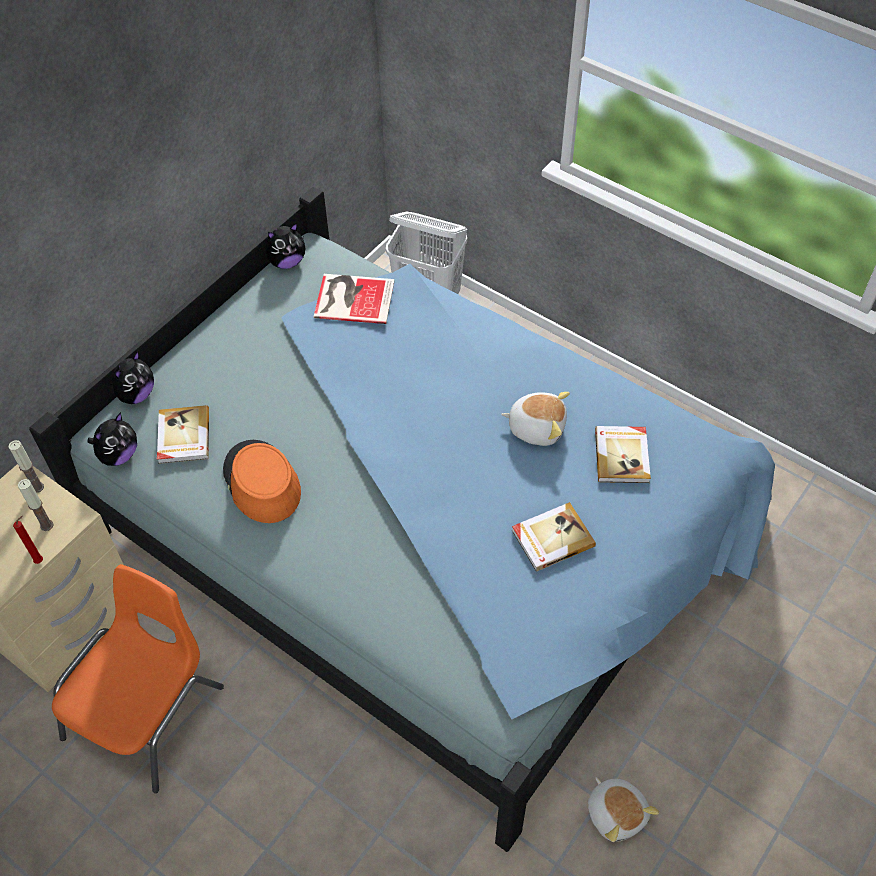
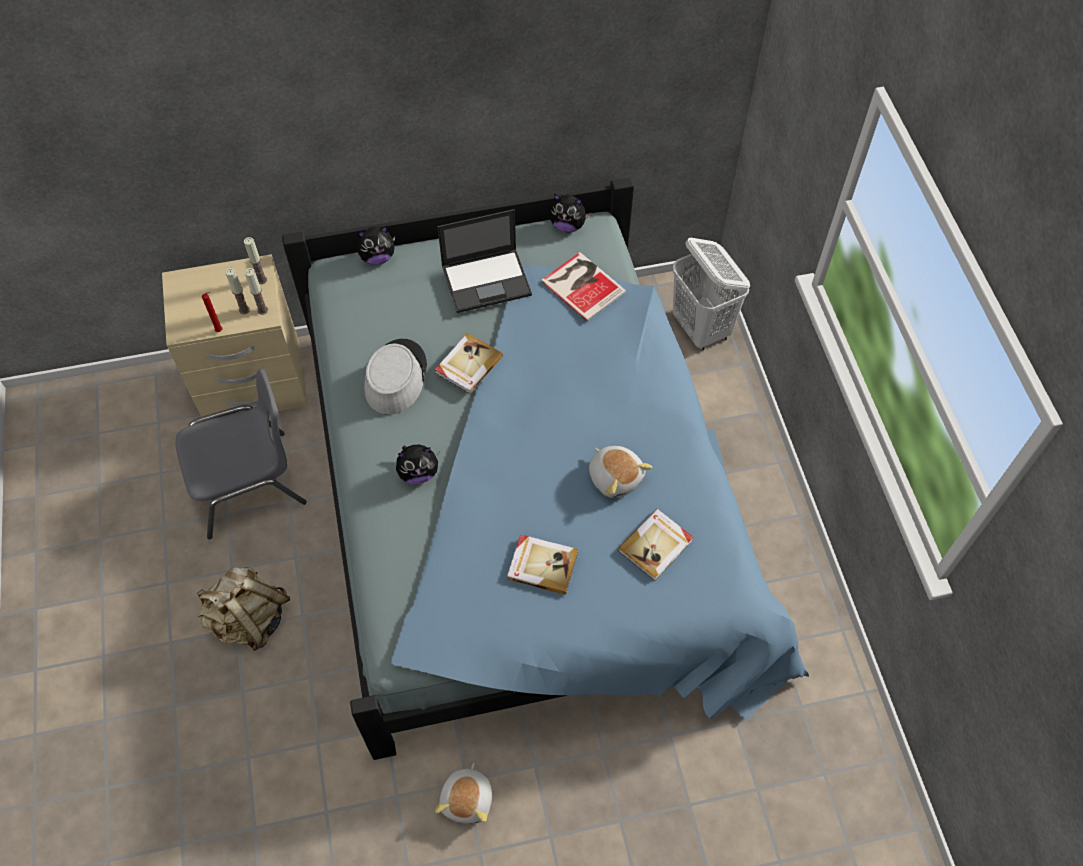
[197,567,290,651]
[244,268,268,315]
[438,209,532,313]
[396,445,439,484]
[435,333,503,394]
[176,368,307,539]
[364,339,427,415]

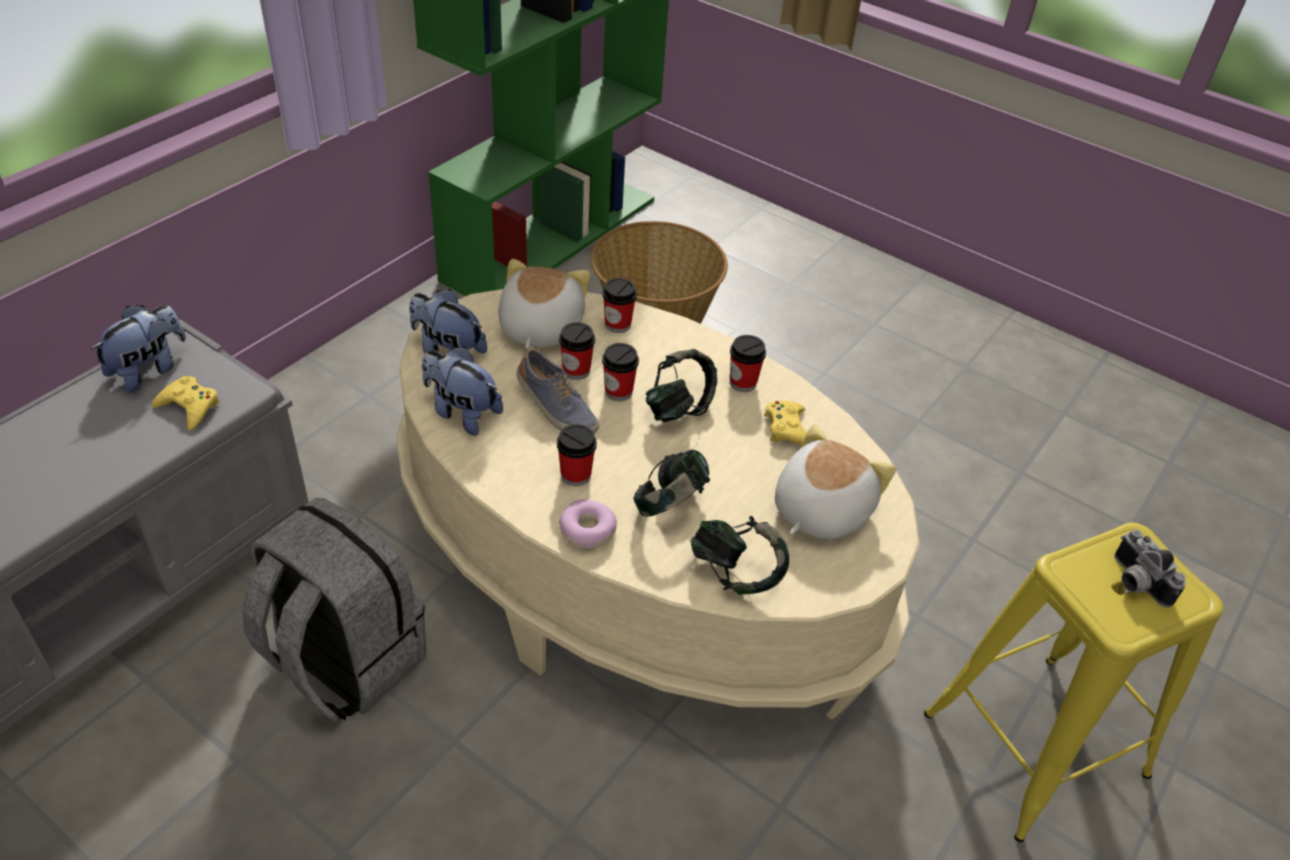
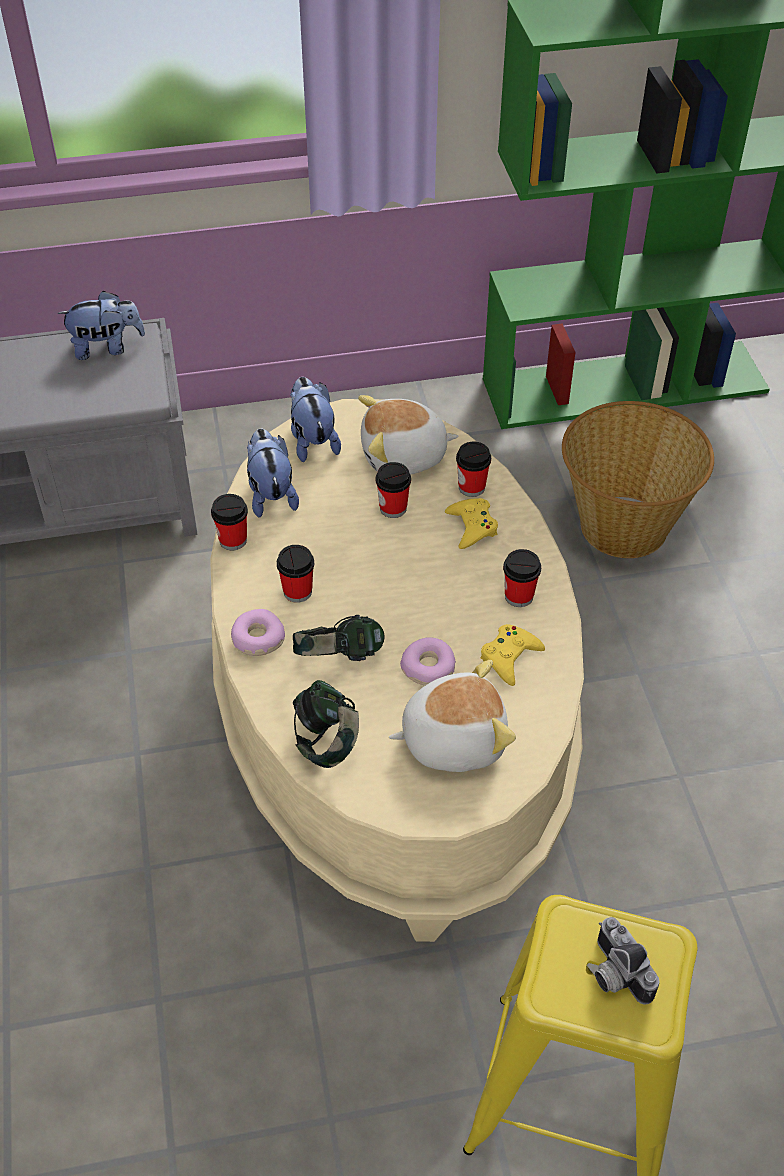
[242,498,426,721] (first image)
[516,349,599,434] (first image)
[646,349,717,422] (first image)
[400,637,456,686]
[445,498,498,549]
[211,494,248,551]
[358,395,459,475]
[595,917,659,1005]

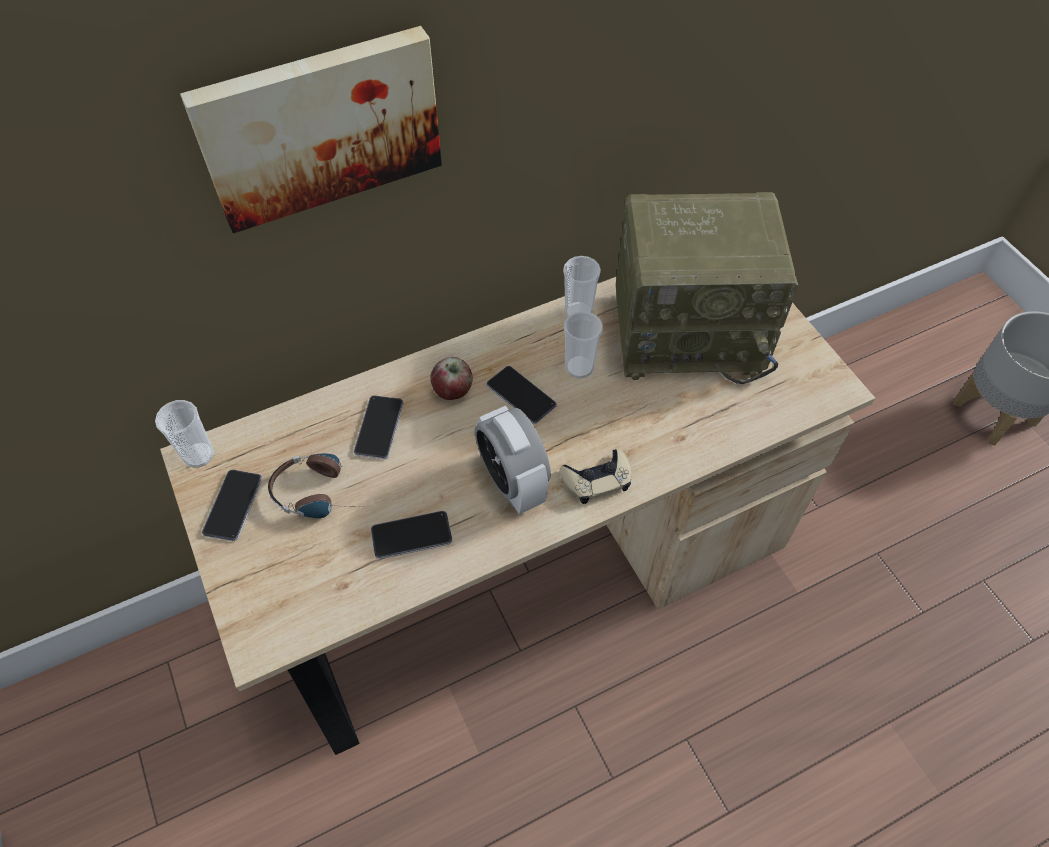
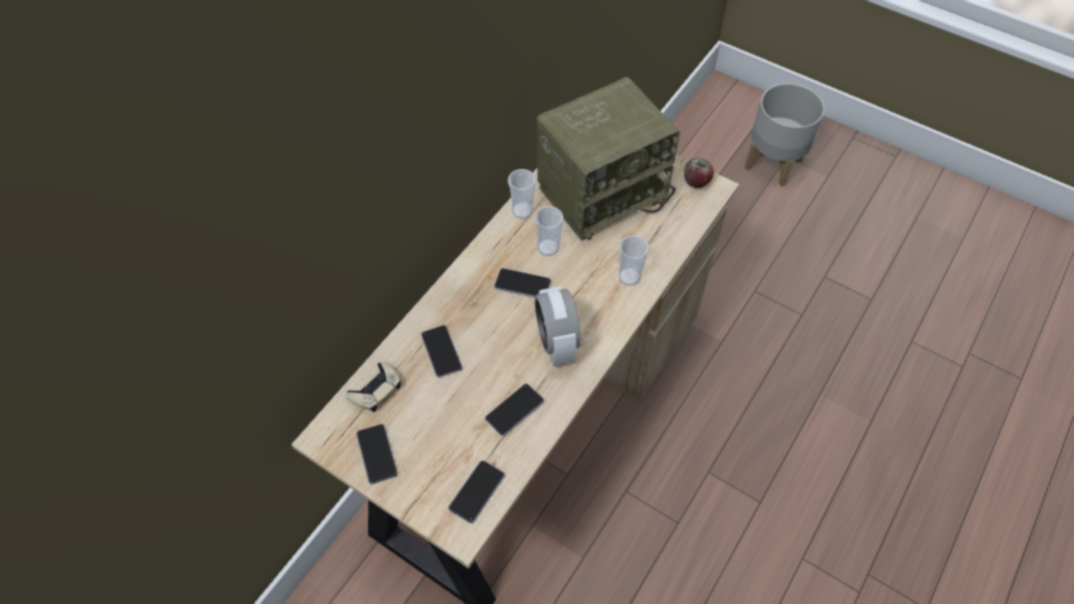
[180,26,442,233] (first image)
[268,454,359,518] (first image)
[448,461,505,523]
[619,235,649,286]
[684,158,714,188]
[346,362,401,412]
[535,286,580,367]

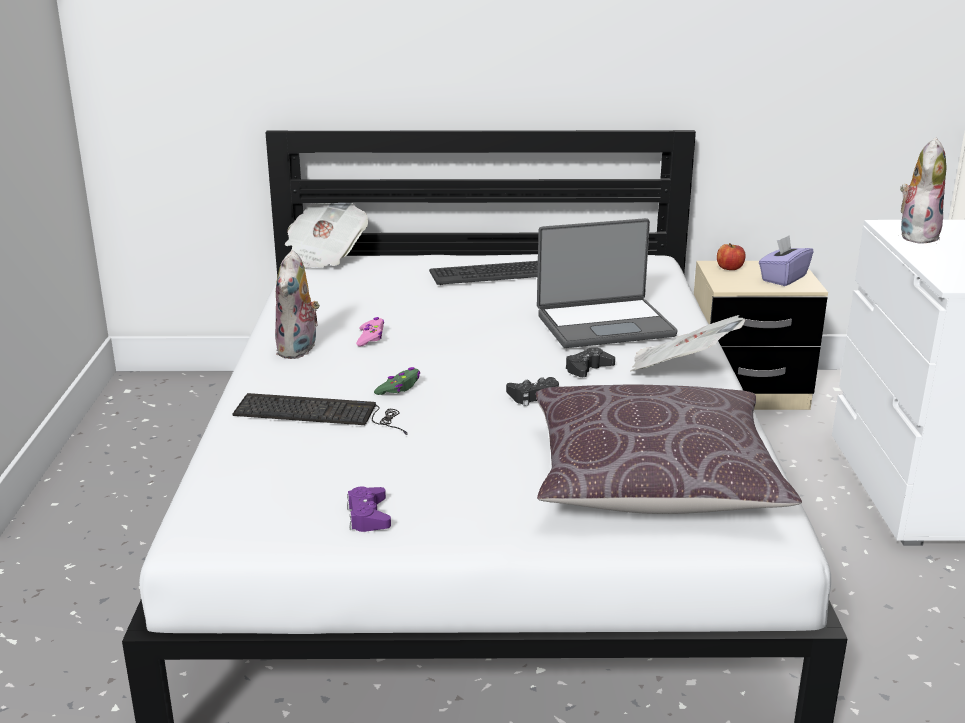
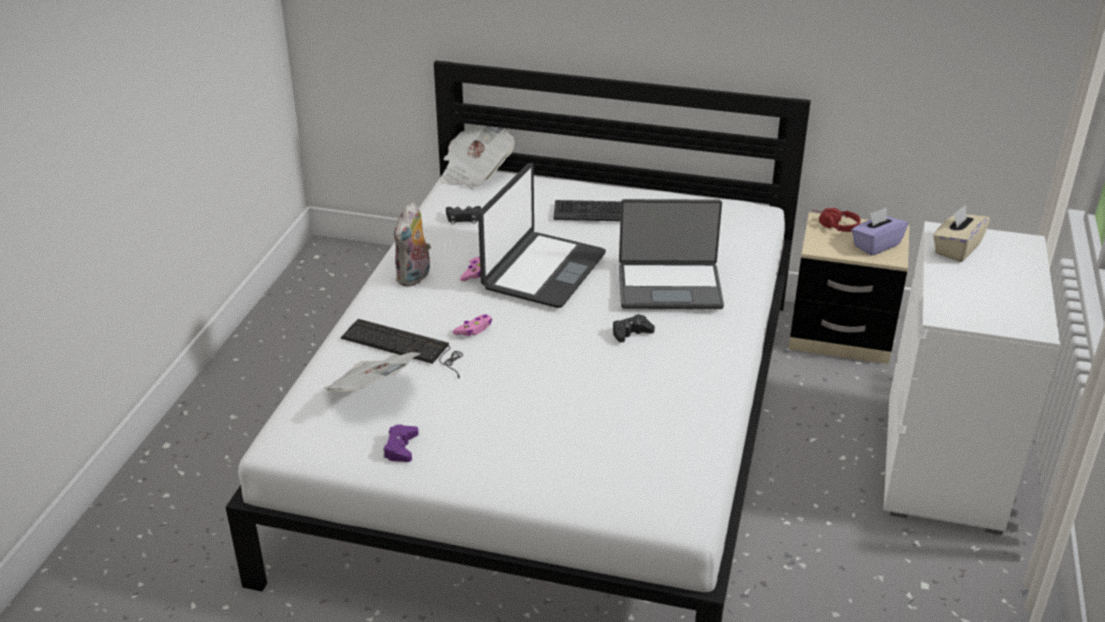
[536,385,802,514] (first image)
[478,163,606,308]
[446,206,481,224]
[323,352,421,392]
[813,208,860,232]
[933,204,990,262]
[452,314,492,336]

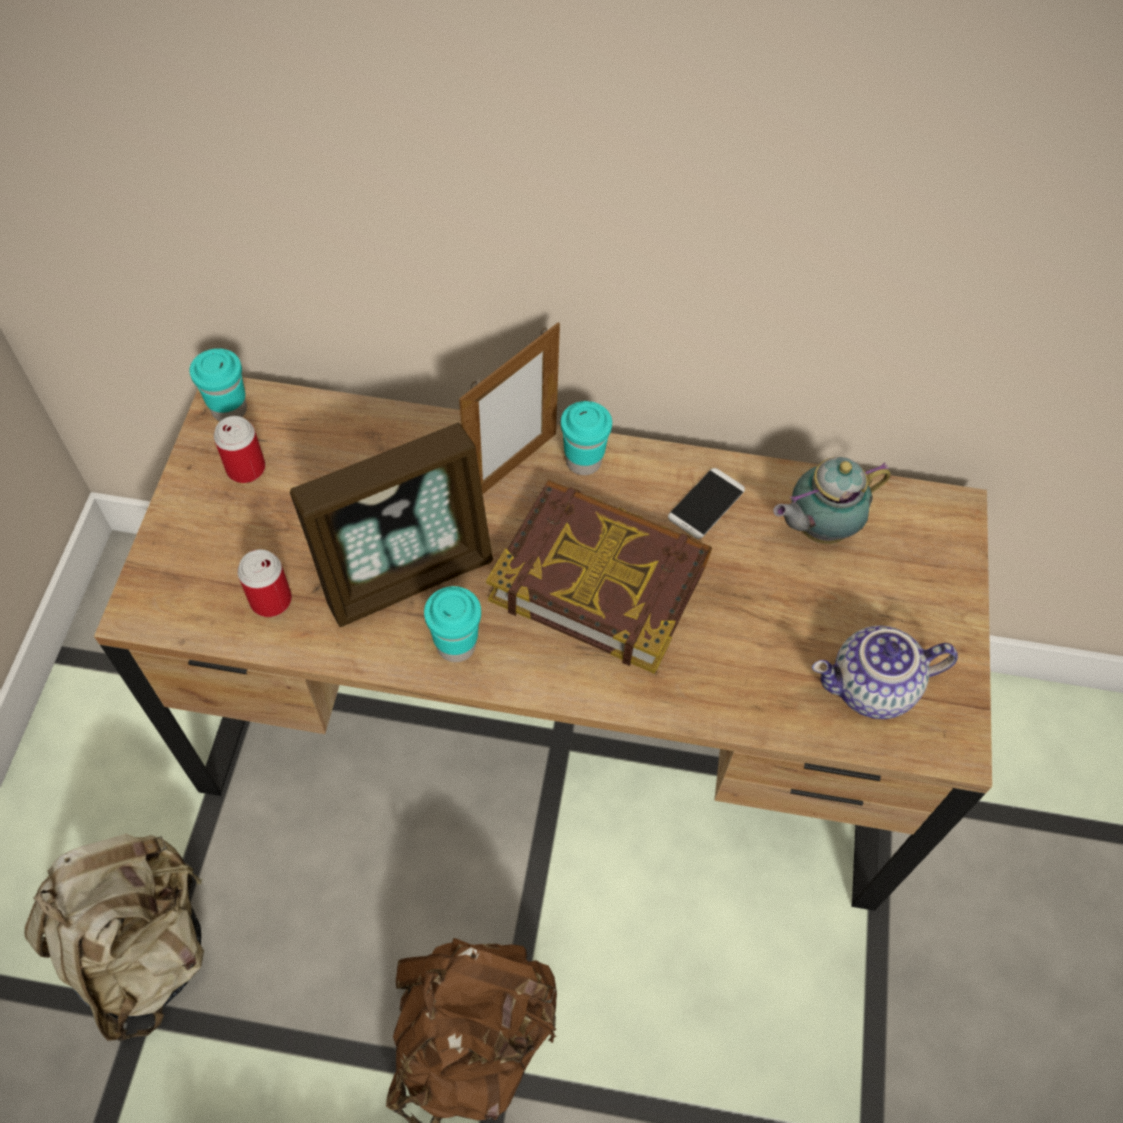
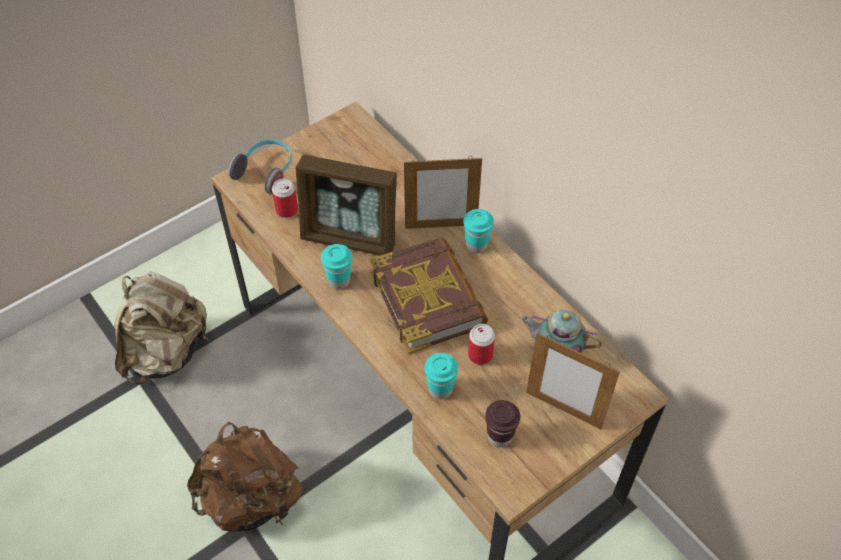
[668,468,745,539] (first image)
[228,140,292,195]
[526,333,620,429]
[424,353,458,399]
[468,324,495,365]
[485,400,520,447]

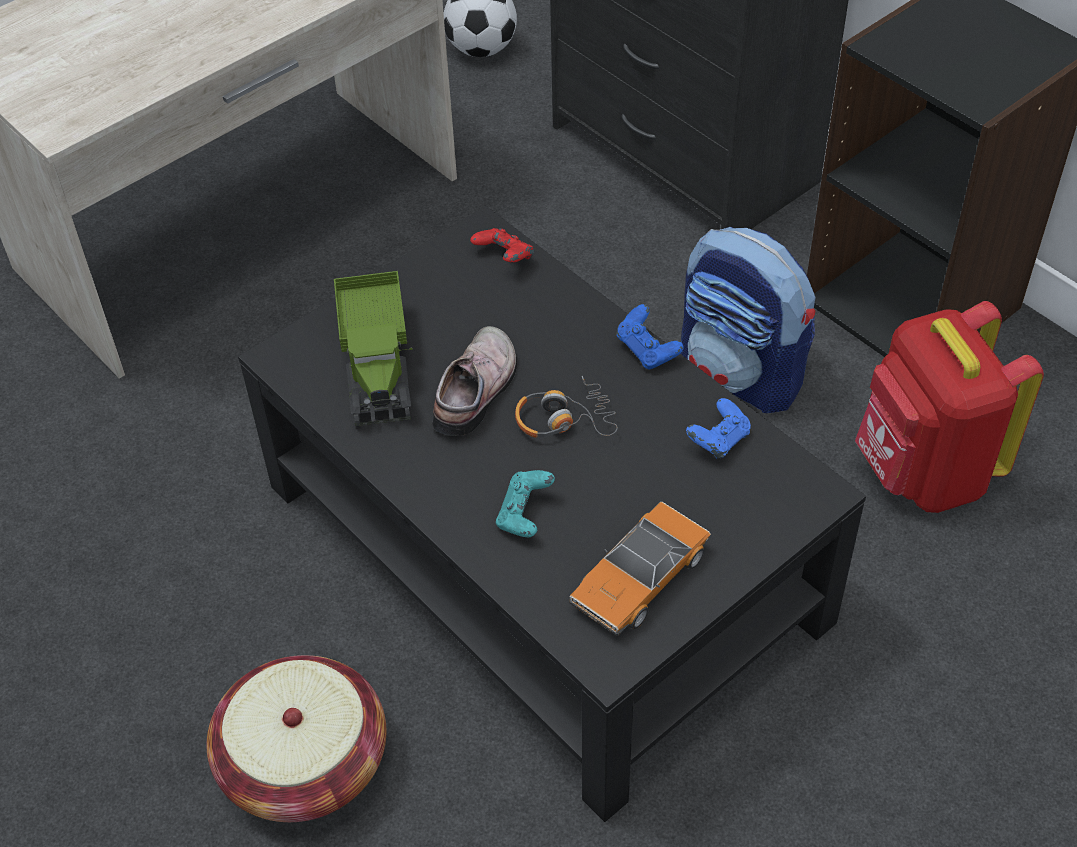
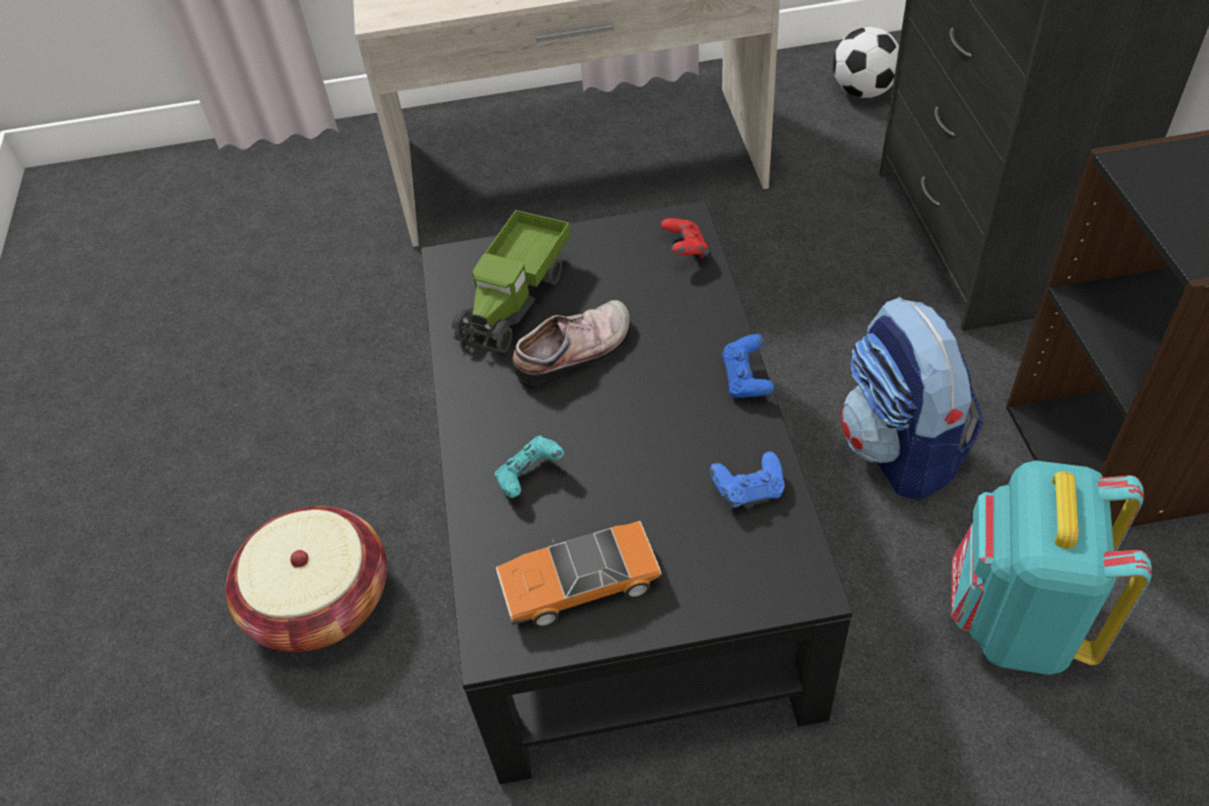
[515,376,618,438] (first image)
[951,460,1152,675]

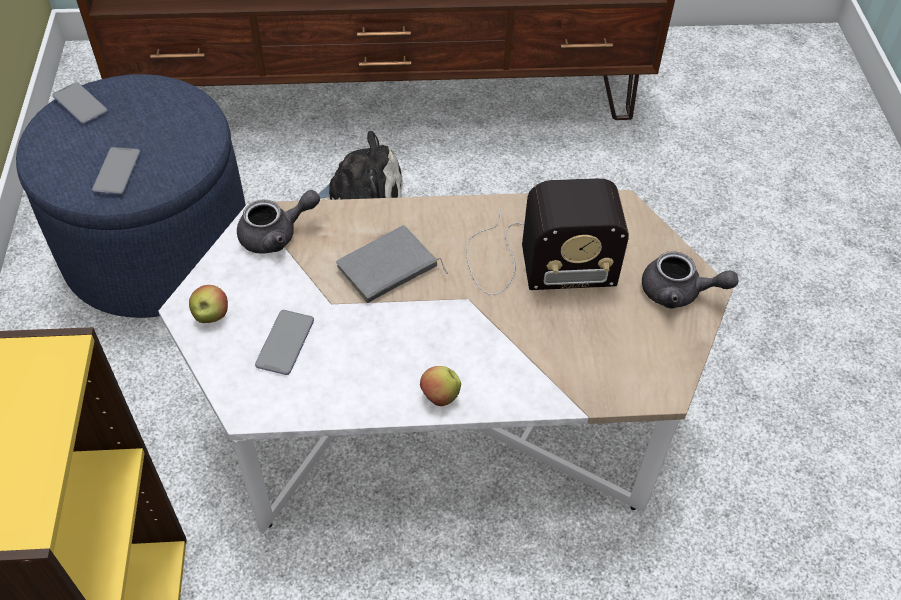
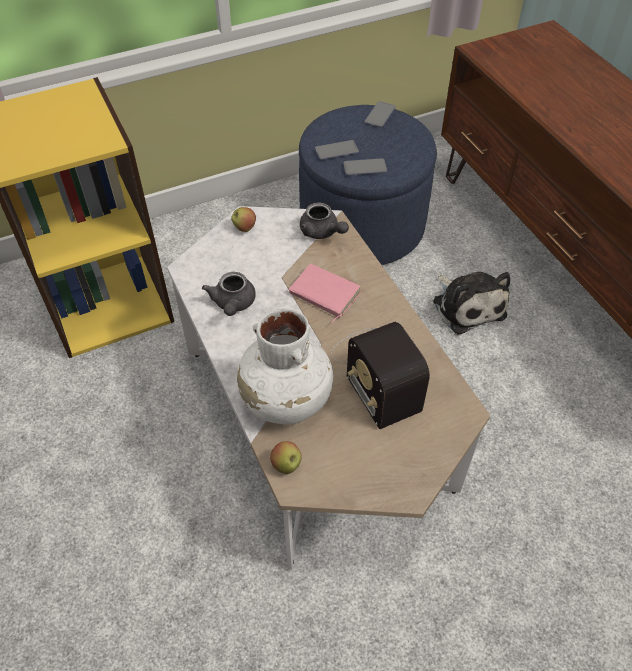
[237,309,333,425]
[343,158,387,175]
[270,441,302,474]
[202,272,256,316]
[289,264,361,323]

